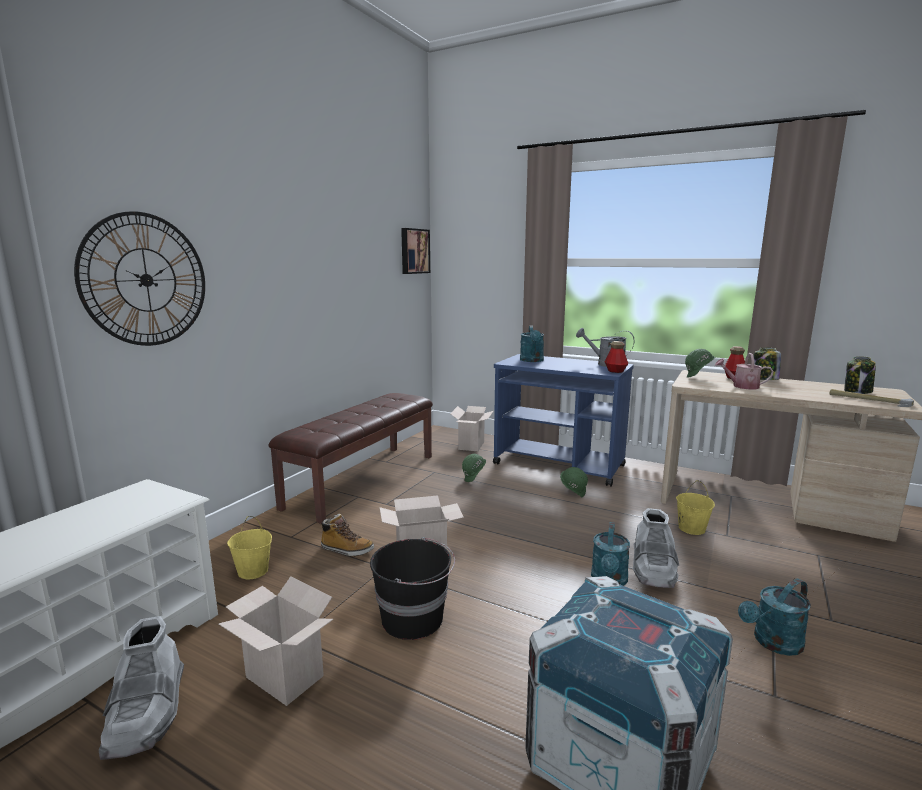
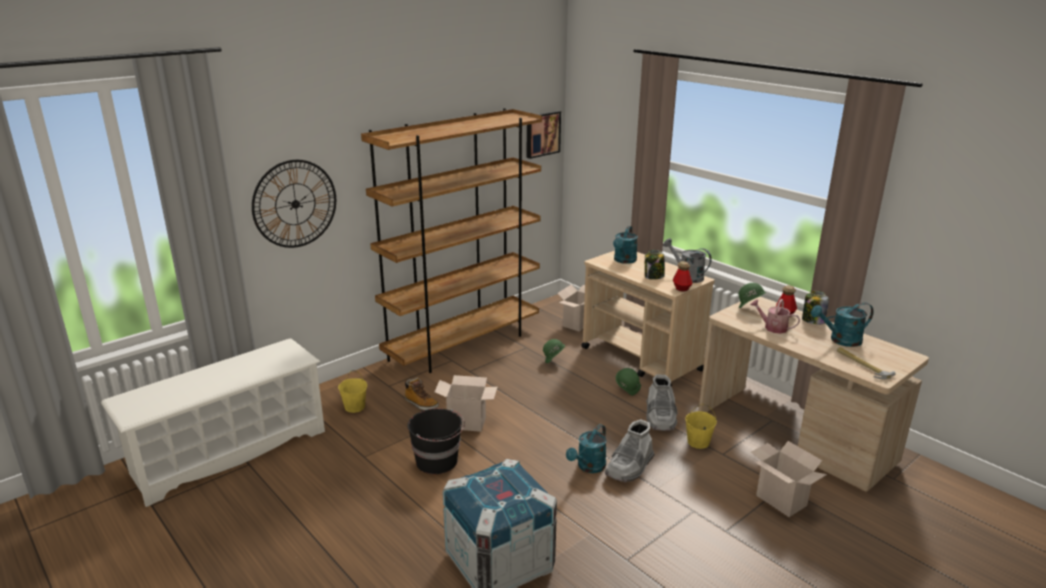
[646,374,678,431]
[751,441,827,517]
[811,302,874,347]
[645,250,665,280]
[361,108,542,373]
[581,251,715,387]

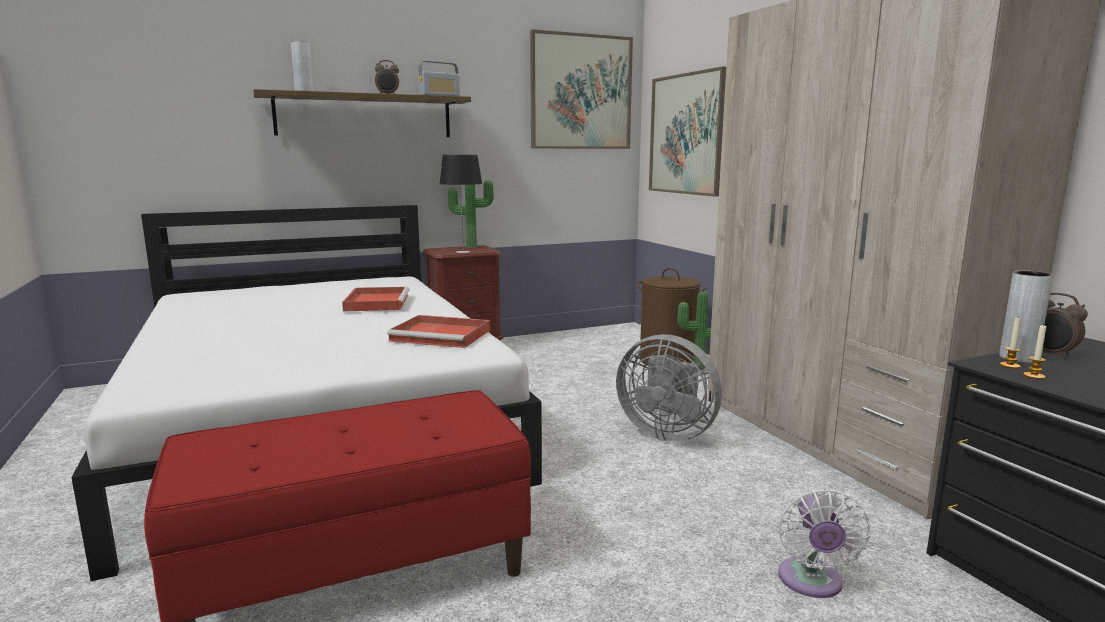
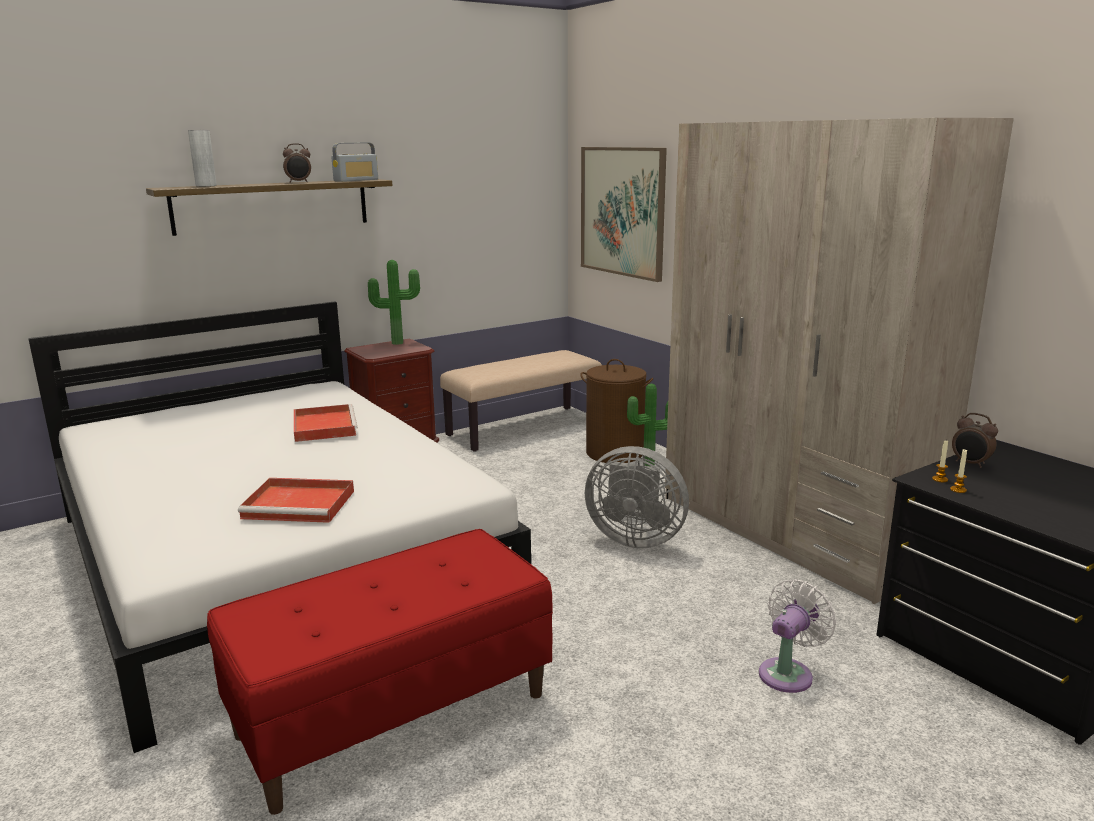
[439,155,482,253] (first image)
[530,29,633,149] (first image)
[1000,271,1053,363] (first image)
[440,350,602,452]
[238,478,354,523]
[759,579,836,693]

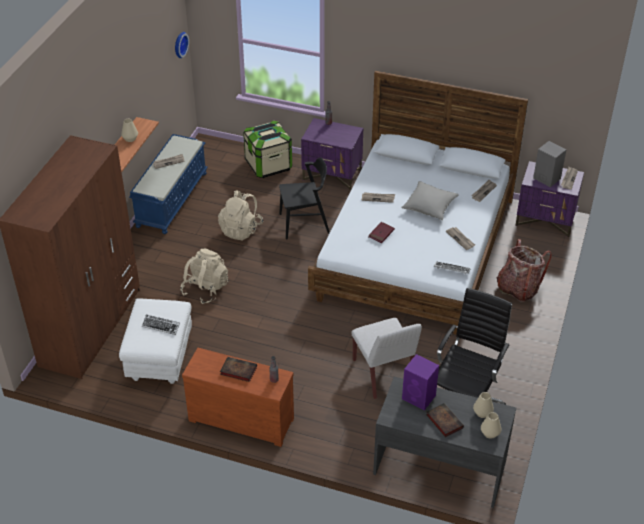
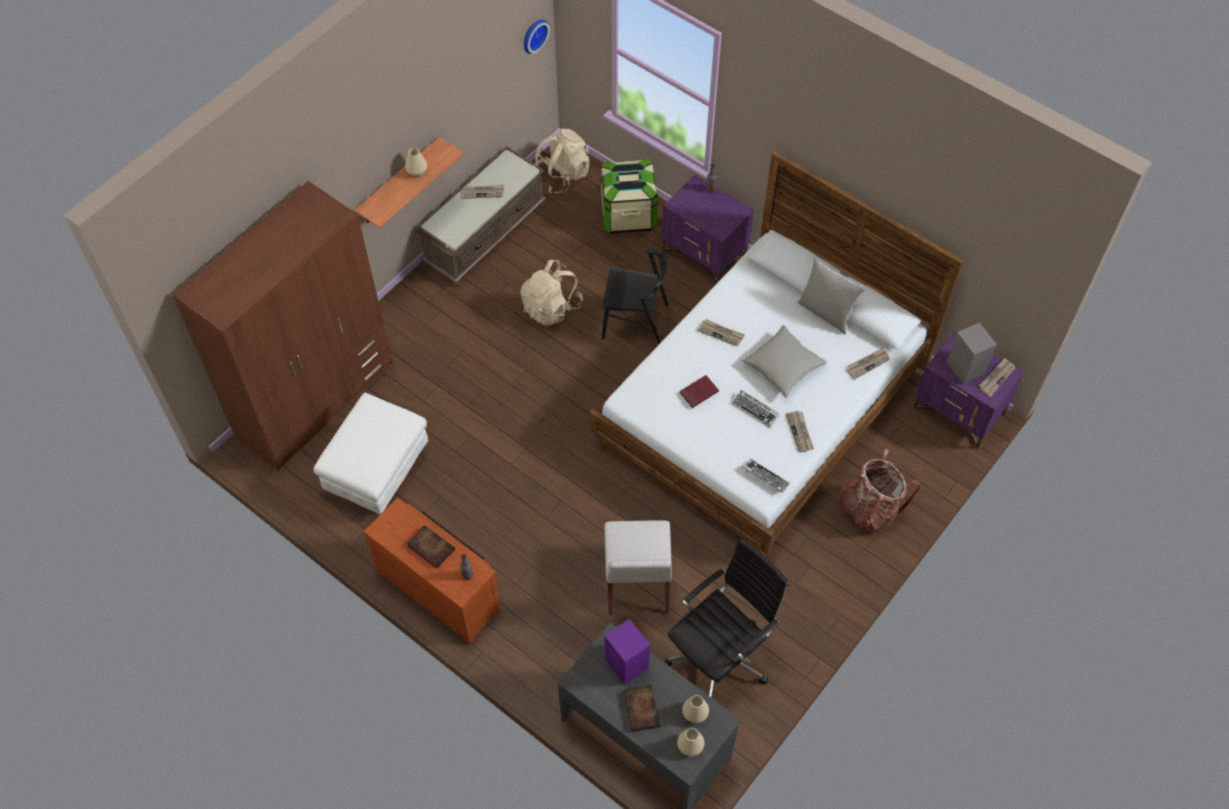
[798,258,865,334]
[732,390,780,428]
[535,129,590,194]
[415,147,546,286]

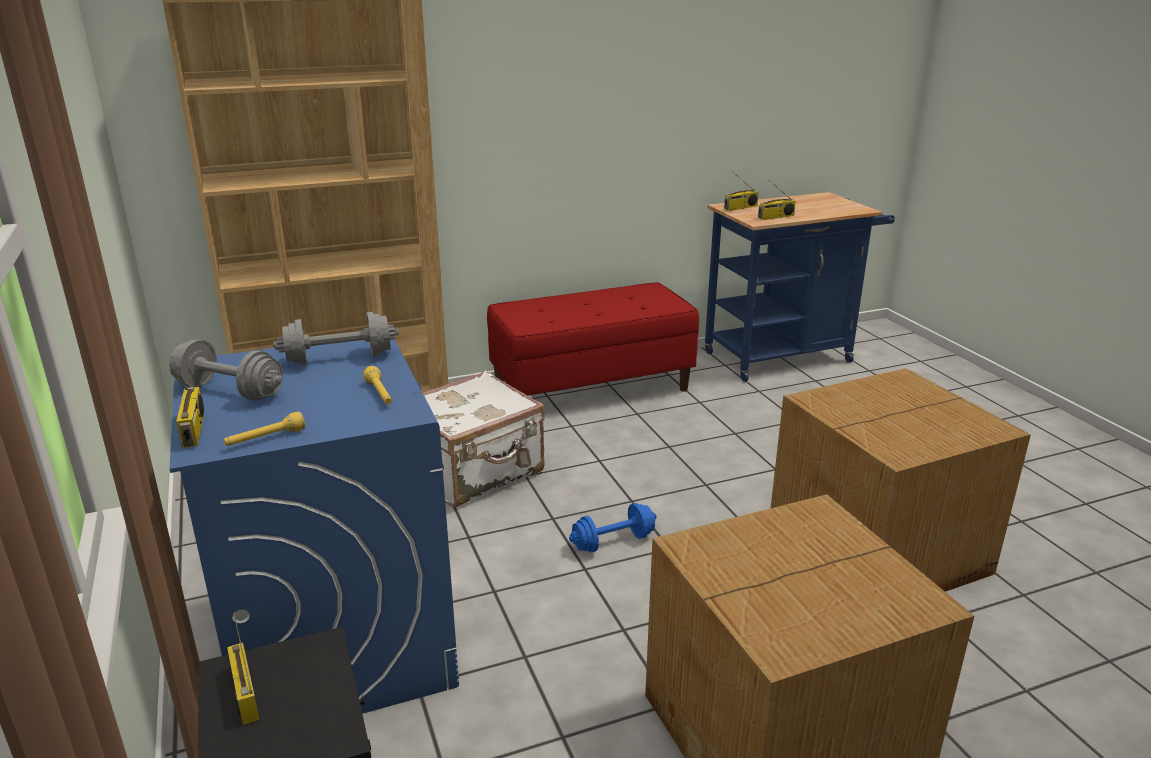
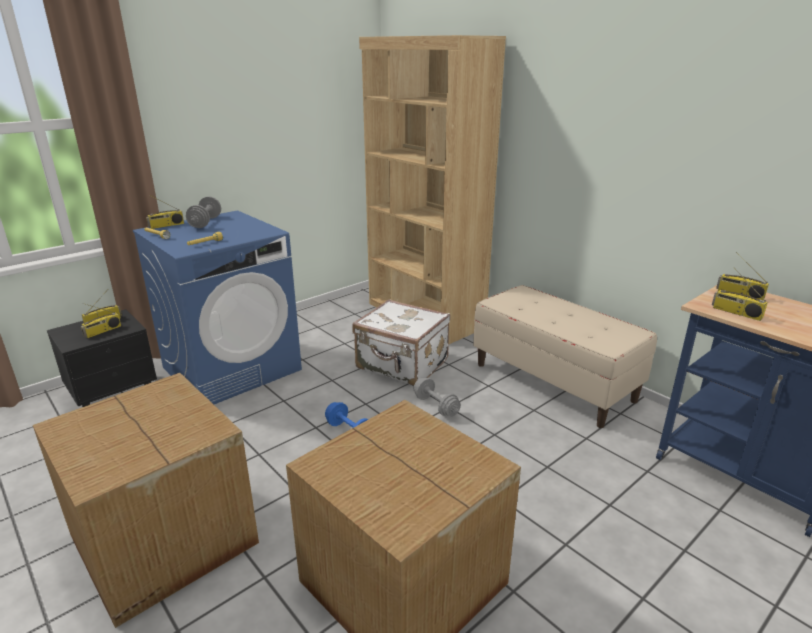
[81,303,121,338]
[414,378,461,417]
[473,285,657,428]

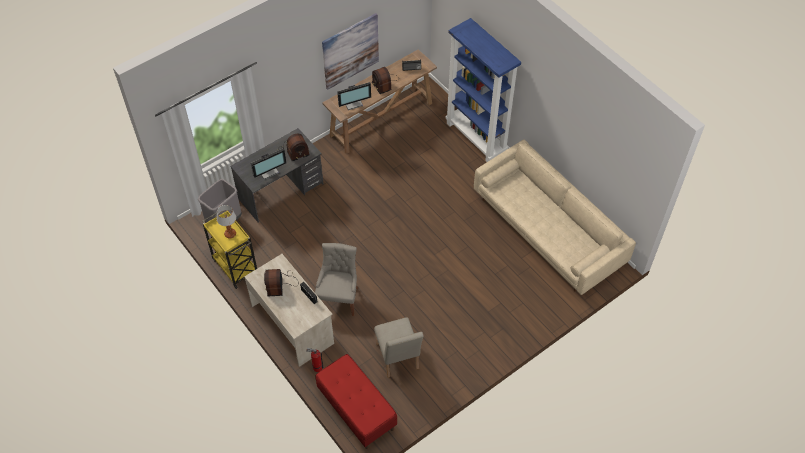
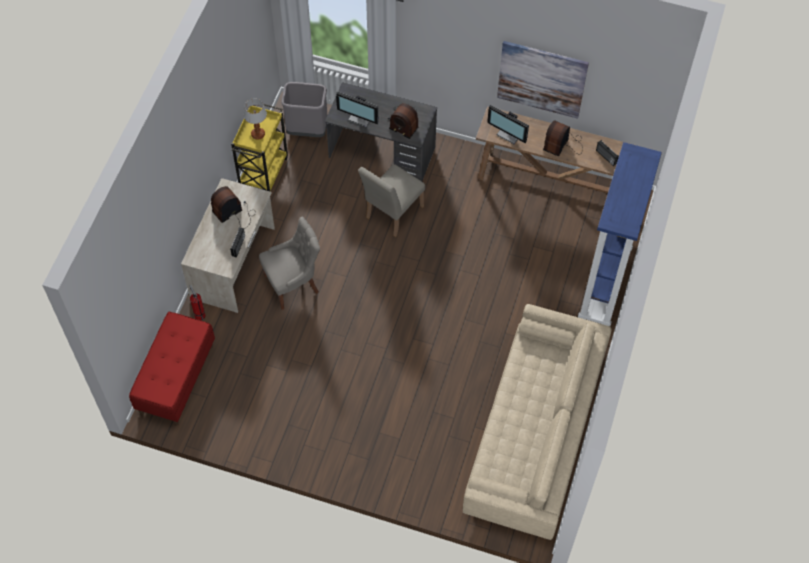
[358,164,425,237]

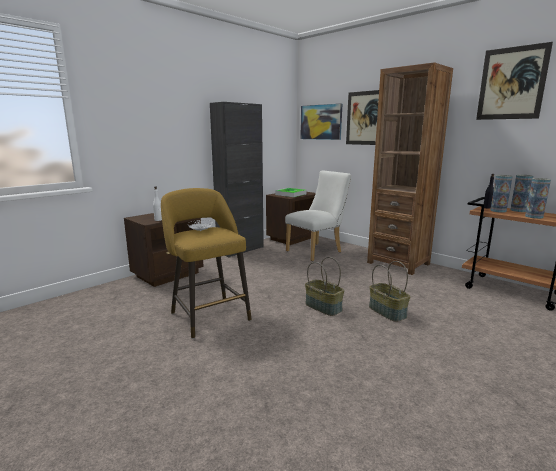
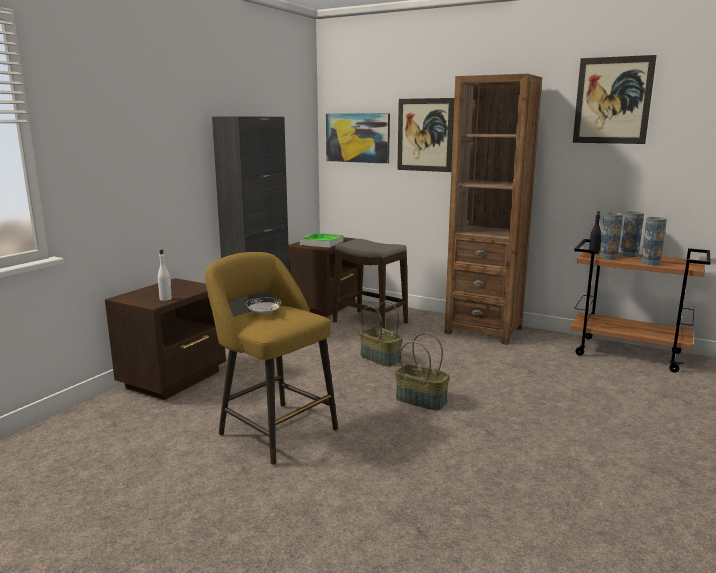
[360,301,403,367]
[333,239,408,329]

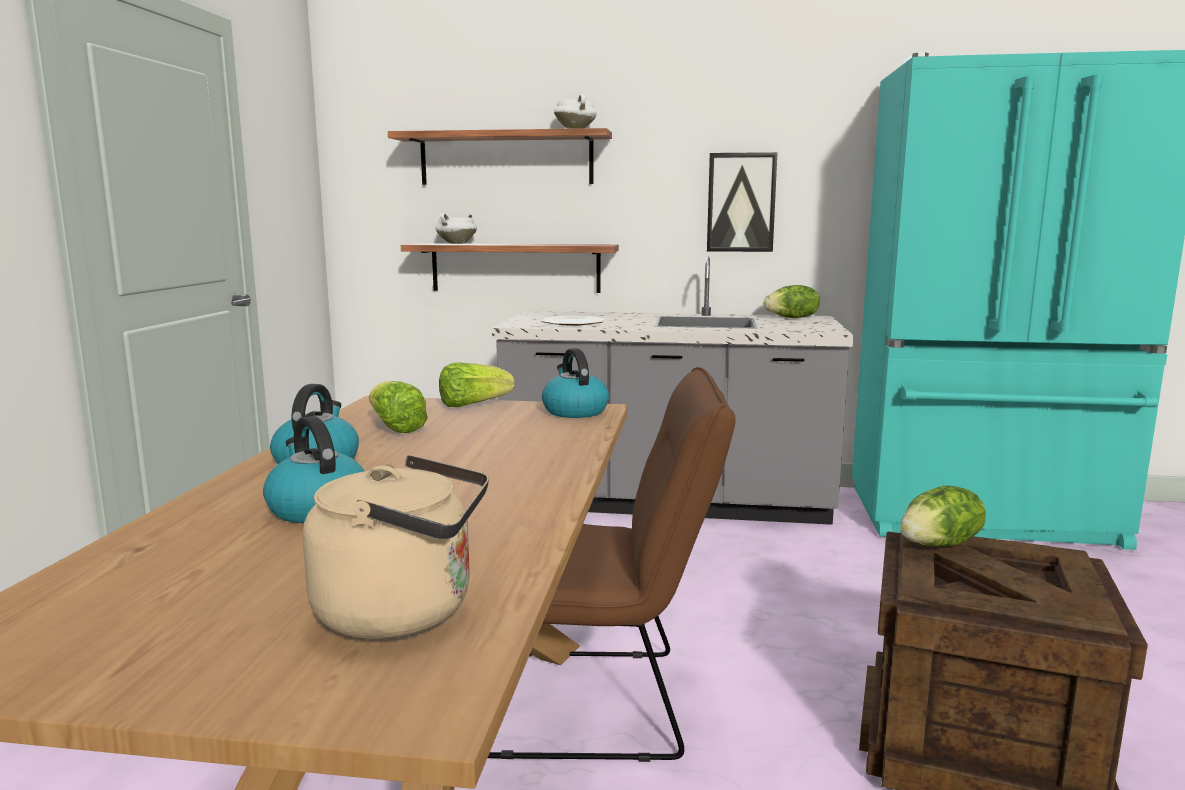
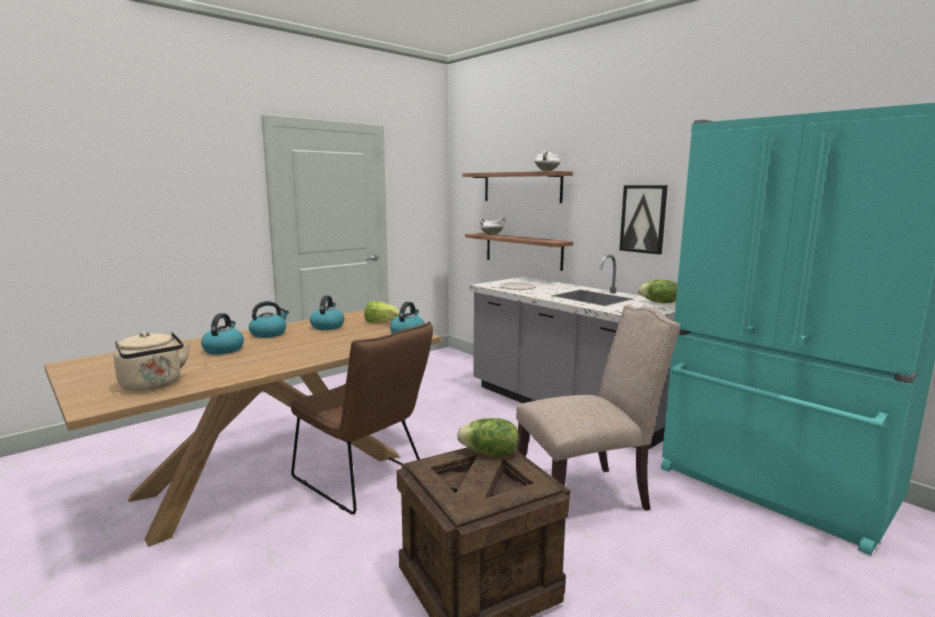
[516,305,680,511]
[310,295,344,330]

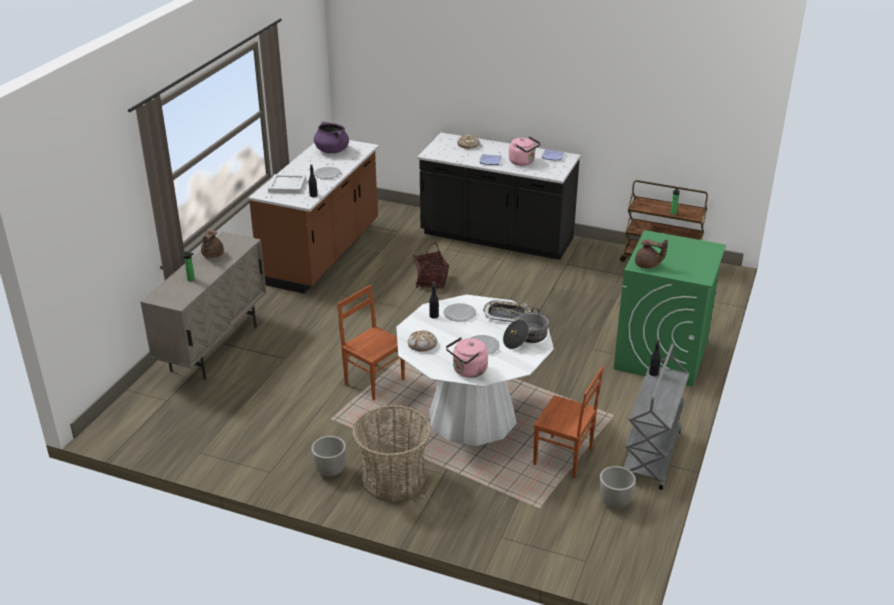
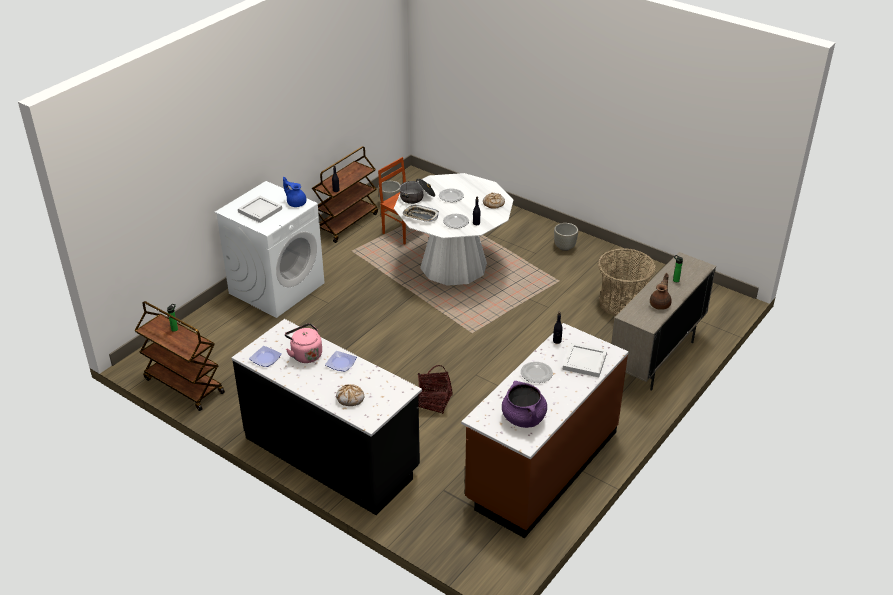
[338,285,405,400] (first image)
[446,337,488,378] (first image)
[238,196,282,223]
[598,248,656,316]
[215,181,325,318]
[312,146,378,243]
[283,177,306,207]

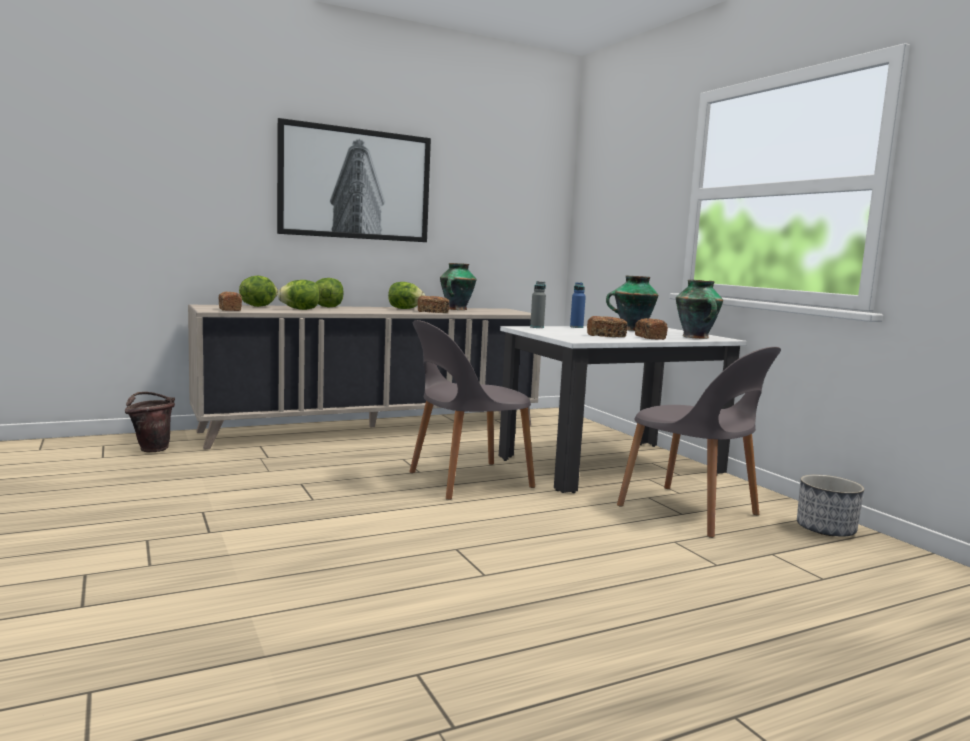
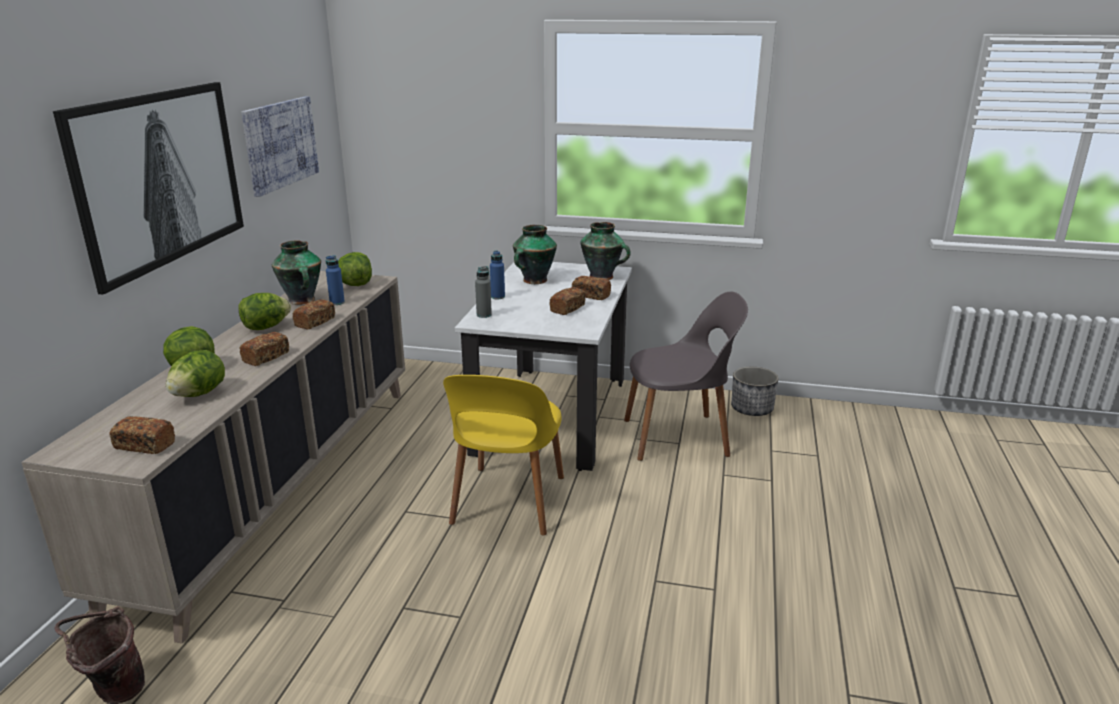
[240,332,289,366]
[241,96,319,197]
[326,255,345,305]
[338,252,372,286]
[443,375,564,536]

